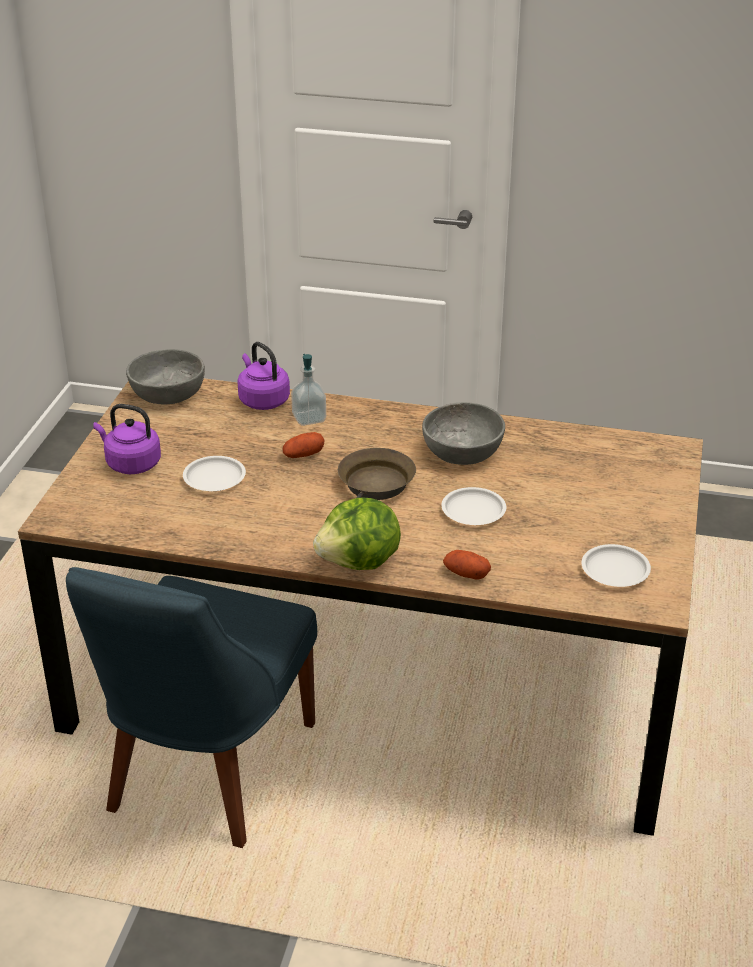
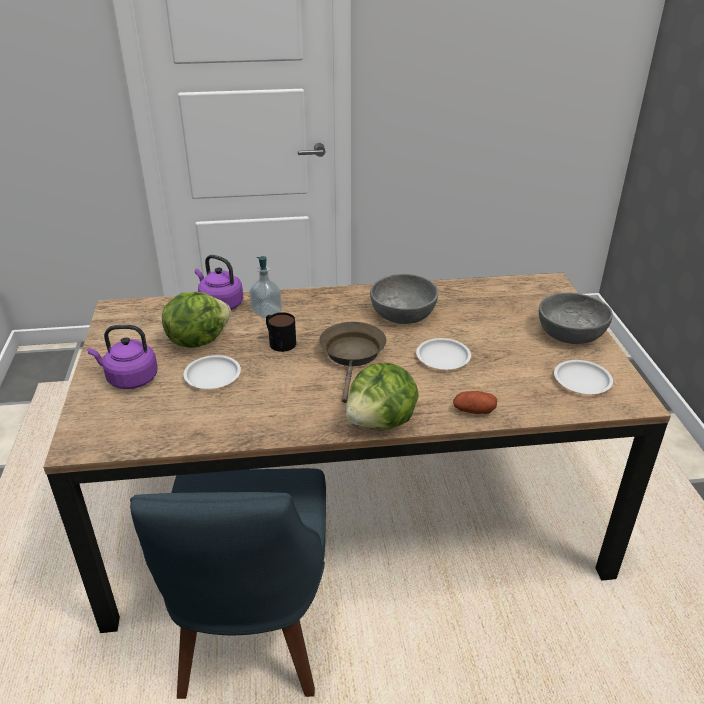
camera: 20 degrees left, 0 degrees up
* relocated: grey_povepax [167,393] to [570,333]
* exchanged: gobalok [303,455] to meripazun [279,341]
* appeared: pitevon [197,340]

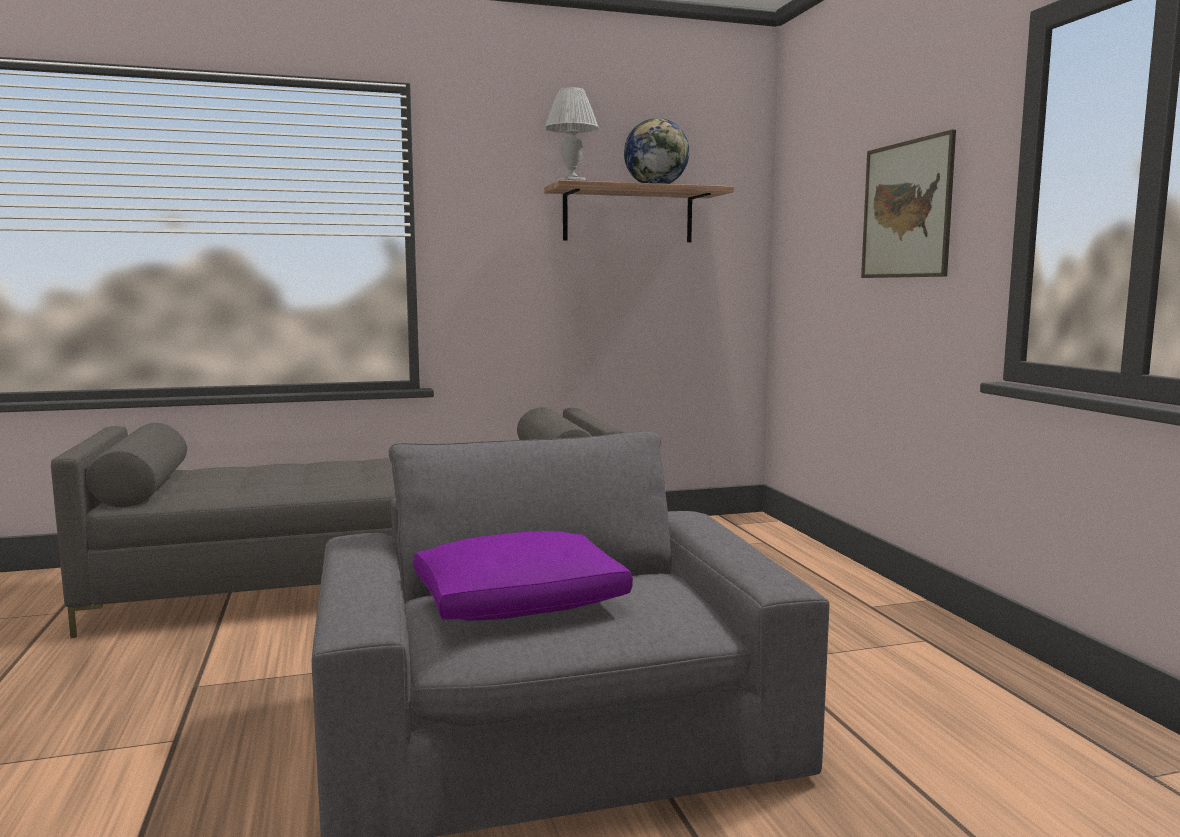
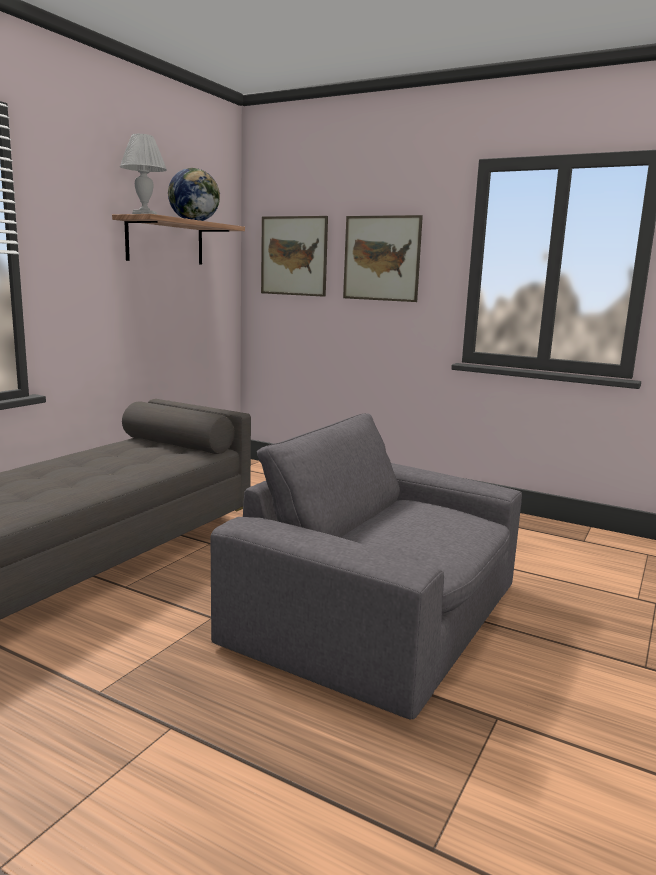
camera: 45 degrees left, 5 degrees up
* missing: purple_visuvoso [521,602]
* appeared: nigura [294,256]

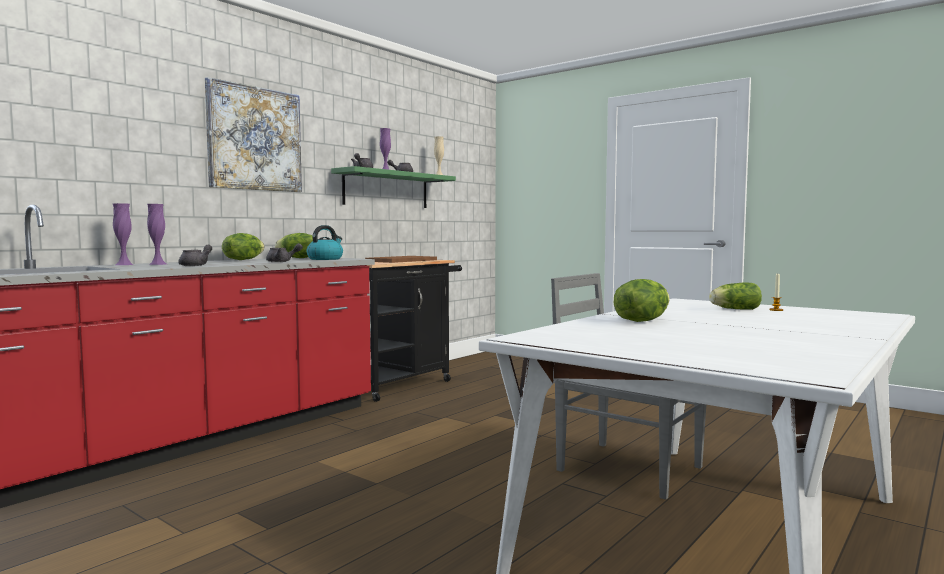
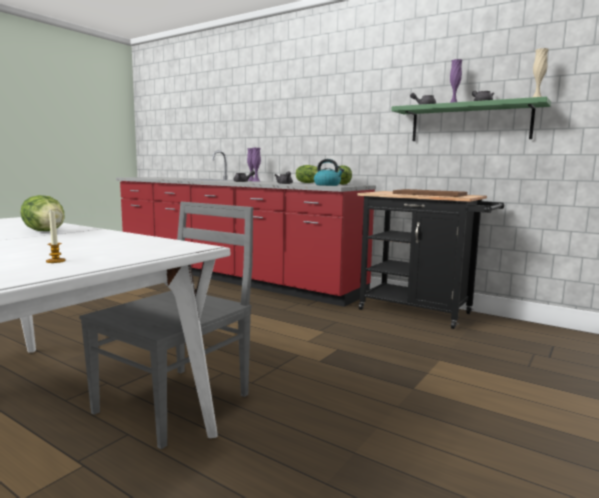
camera: 85 degrees right, 5 degrees up
* missing: nigura [254,139]
* missing: pitevon [733,309]

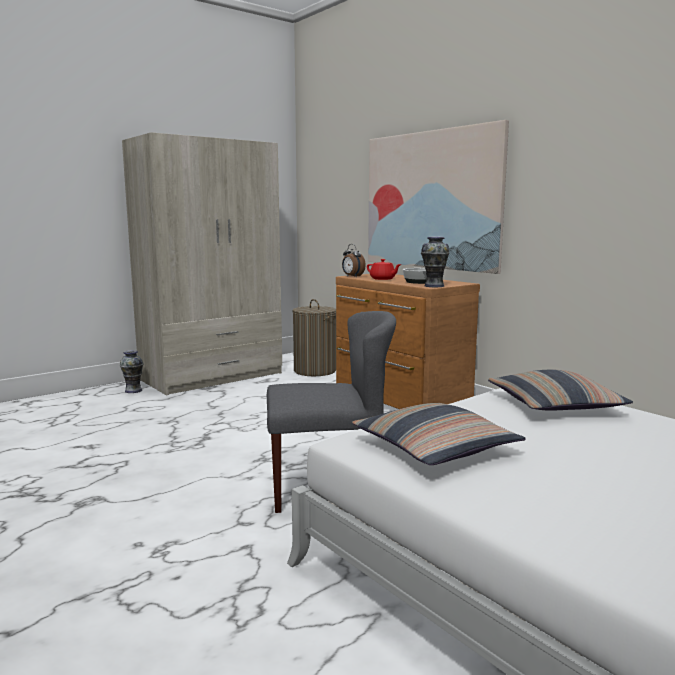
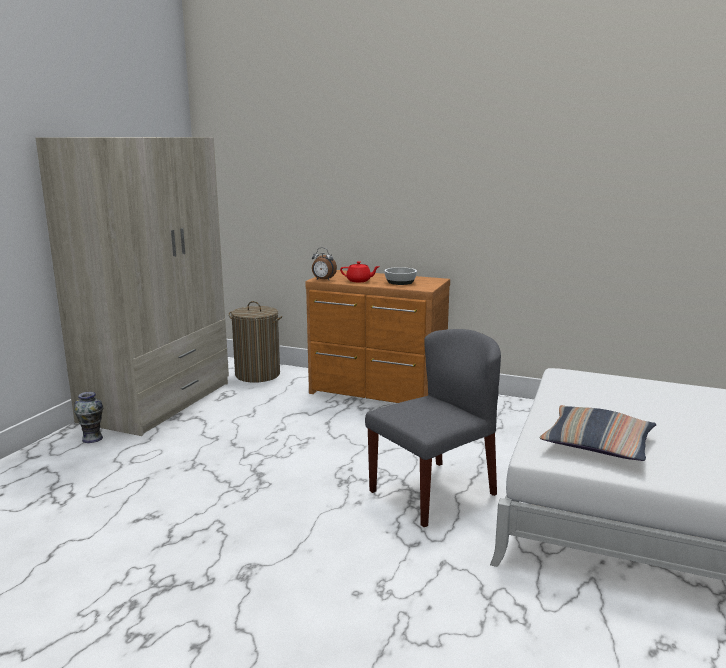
camera: 30 degrees left, 5 degrees up
* missing: nigura [431,200]
* missing: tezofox [434,286]
* missing: visuvoso [555,405]

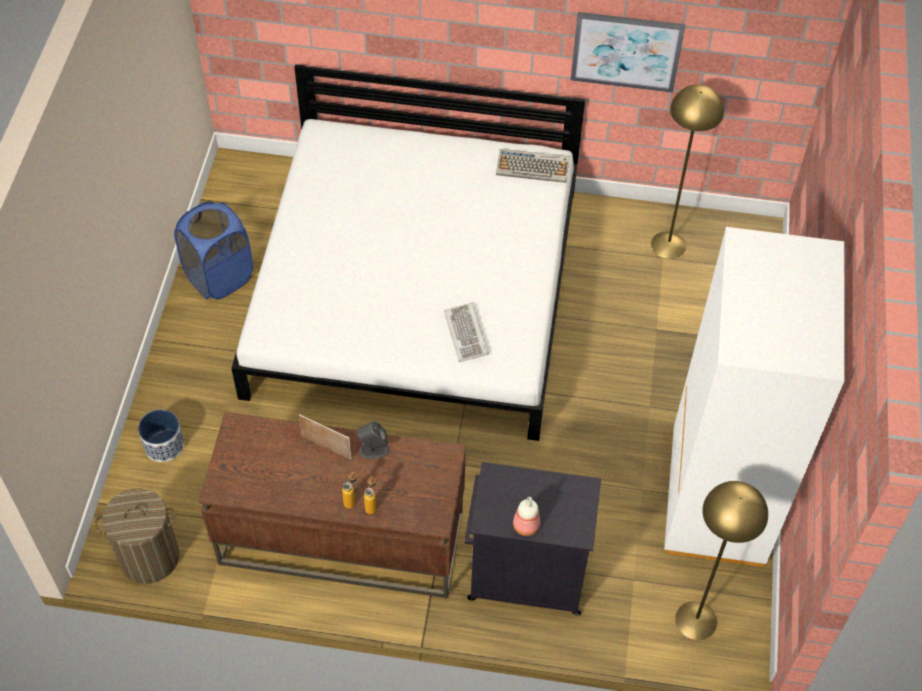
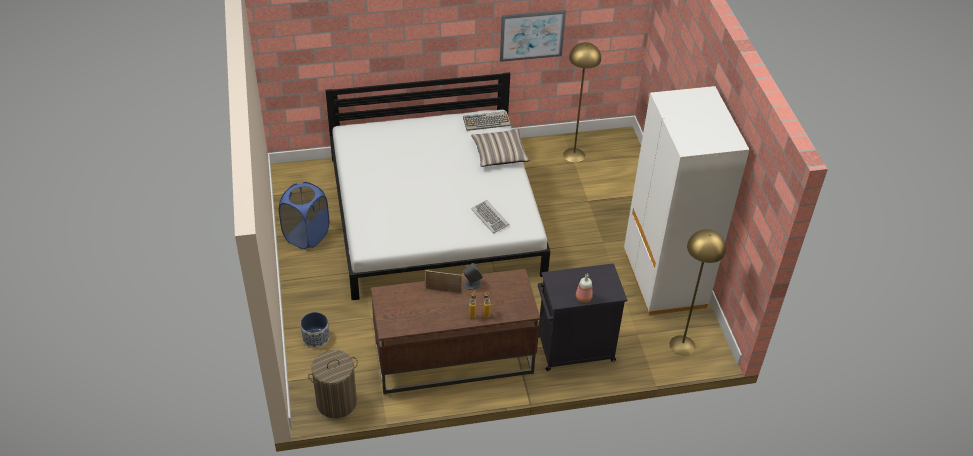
camera: 20 degrees left, 10 degrees down
* appeared: visuvoso [500,153]

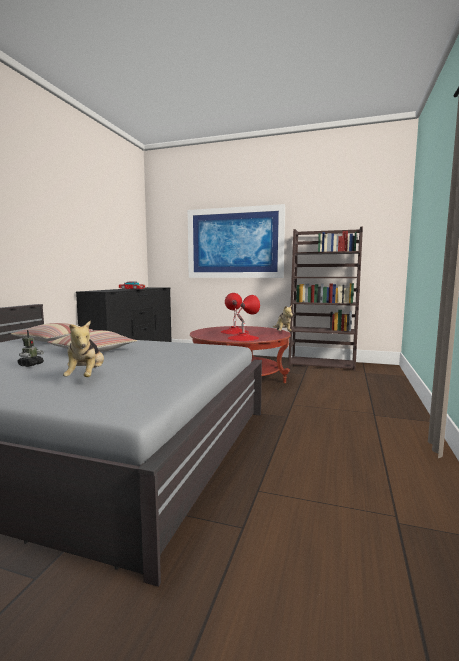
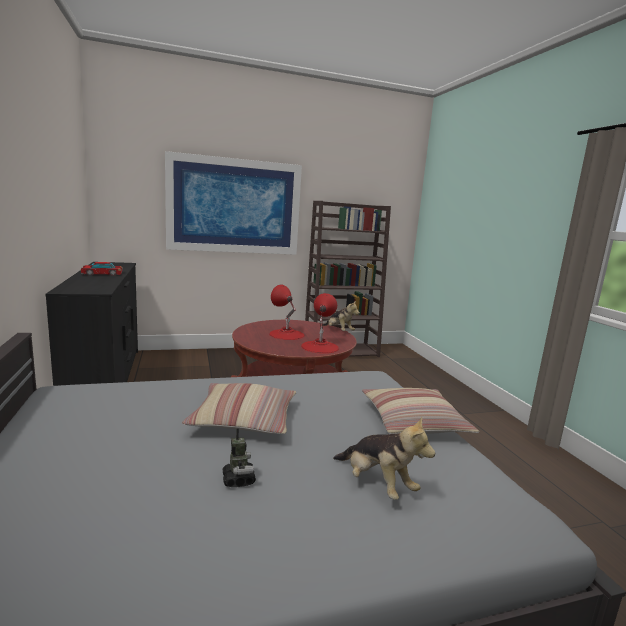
camera: 35 degrees left, 5 degrees up
* relocated: visuvoso [53,340] to [413,422]

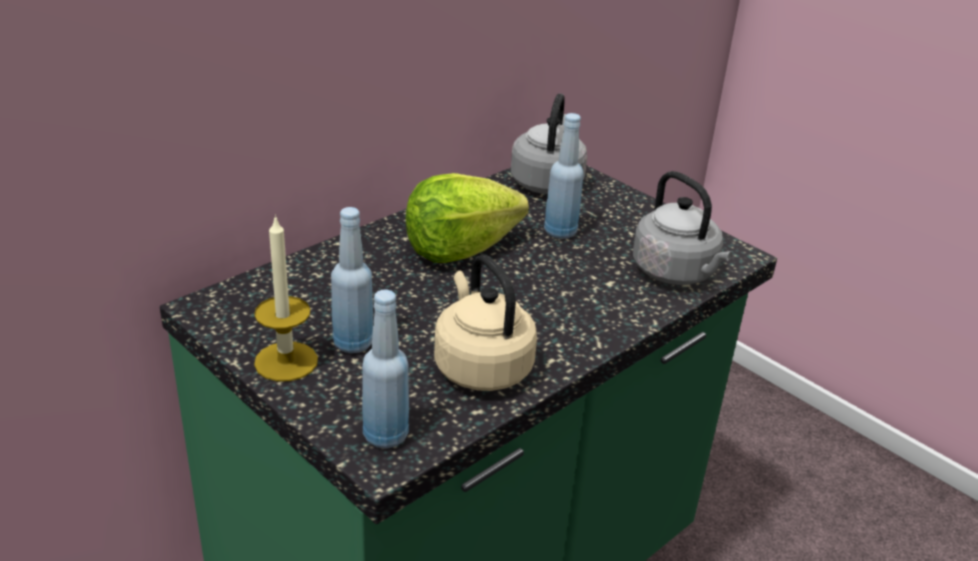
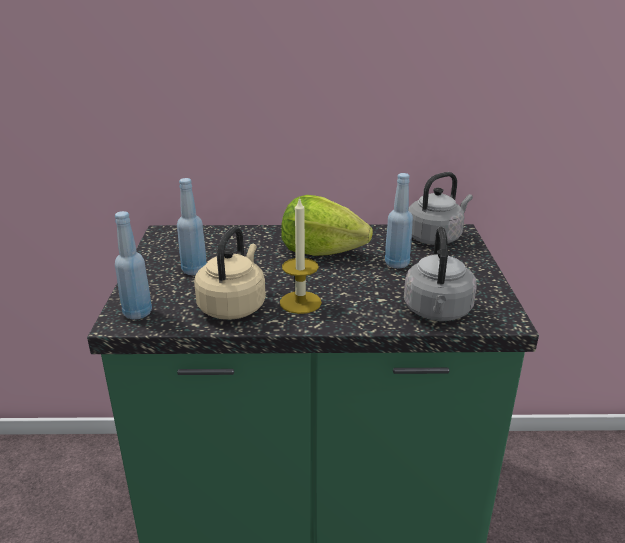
camera: 45 degrees right, 5 degrees down
* relocated: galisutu [286,361] to [300,302]

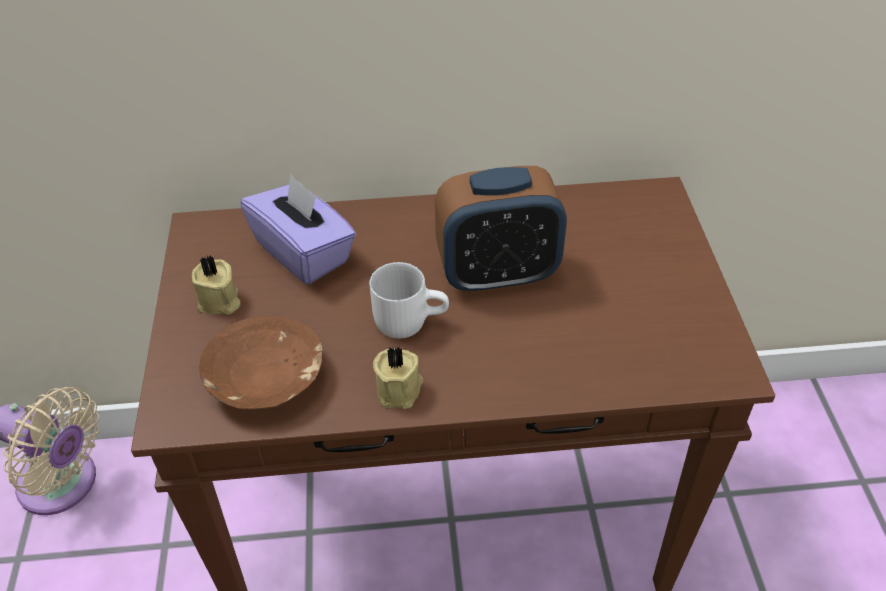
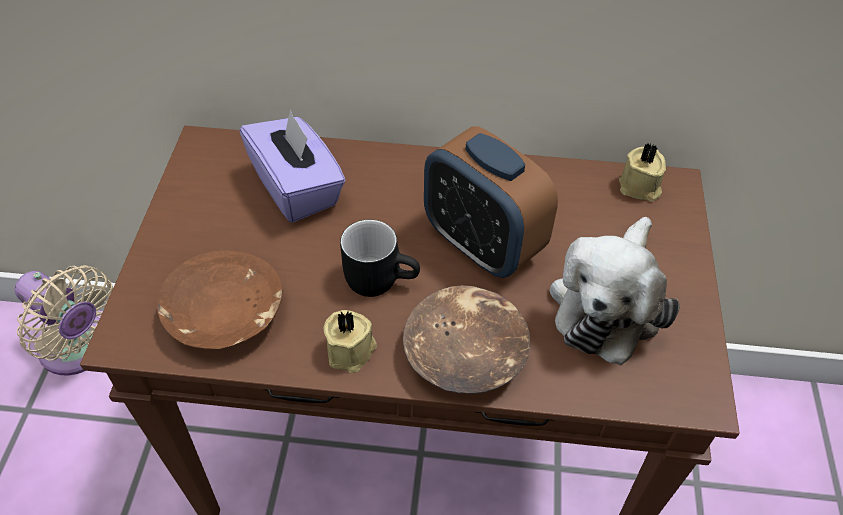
camera: 10 degrees right, 5 degrees up
* relocated: beige_galisutu [219,301] to [639,188]
* colour: white_meripazun [409,319] to black_meripazun [380,277]
* spun: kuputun [497,274] = [482,244] 45 degrees clockwise
* appeared: brown_povepax [466,353]
* appeared: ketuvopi [607,303]

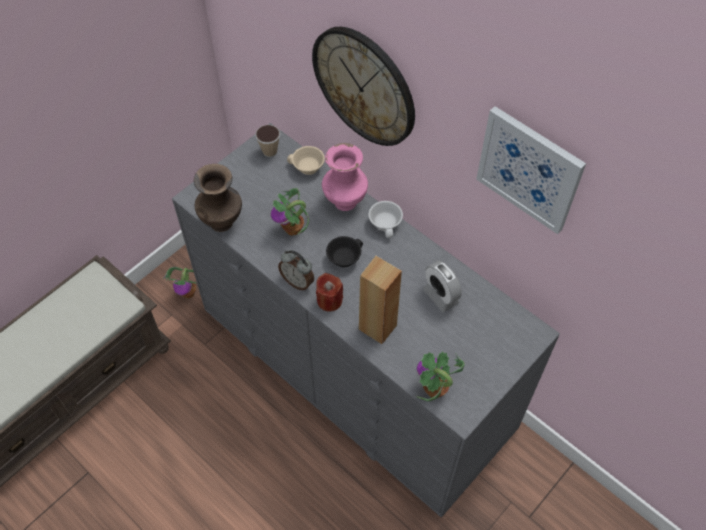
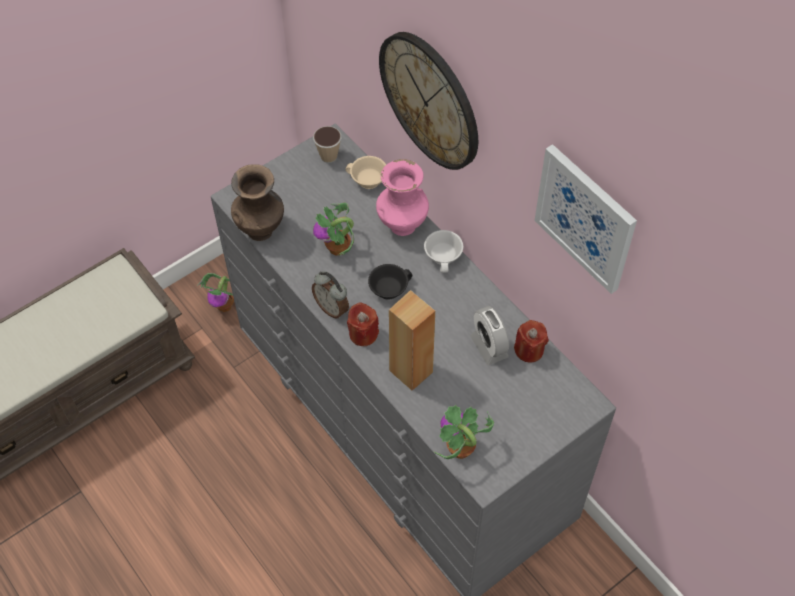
camera: 10 degrees right, 0 degrees up
* appeared: red_galisutu [529,350]

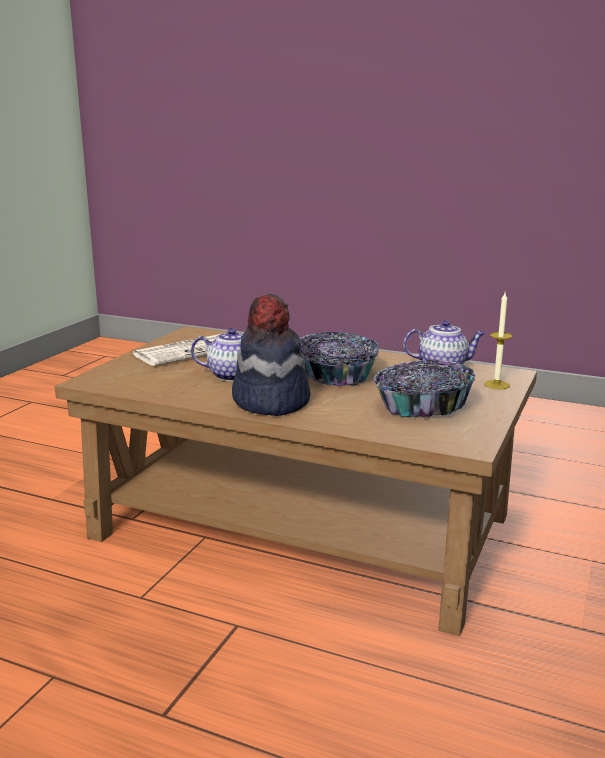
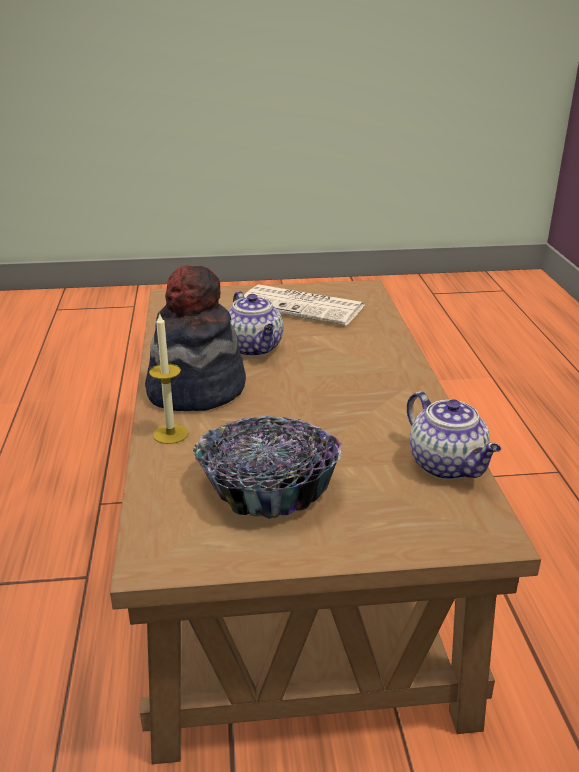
camera: 60 degrees right, 10 degrees up
* missing: povepax [336,375]
* relocated: galisutu [496,385] to [170,434]

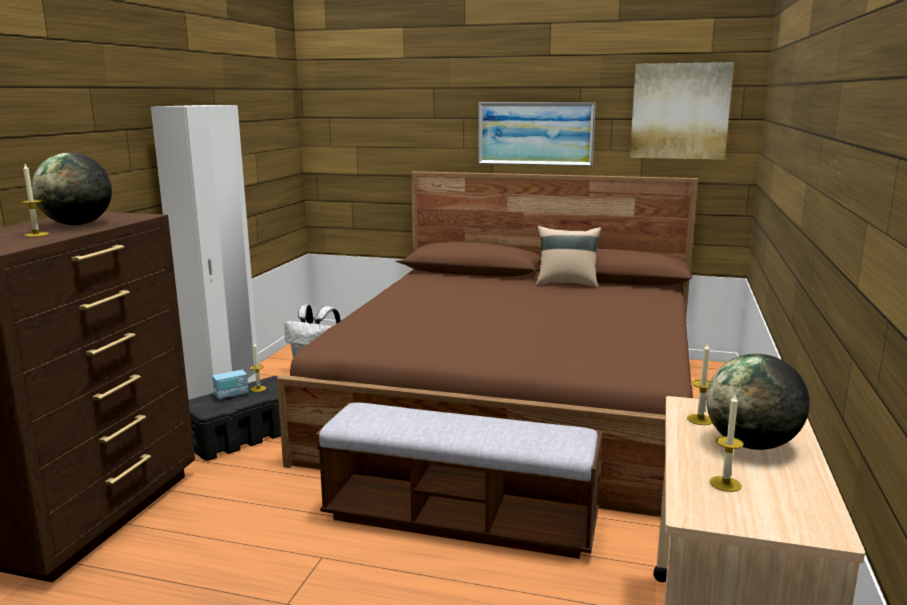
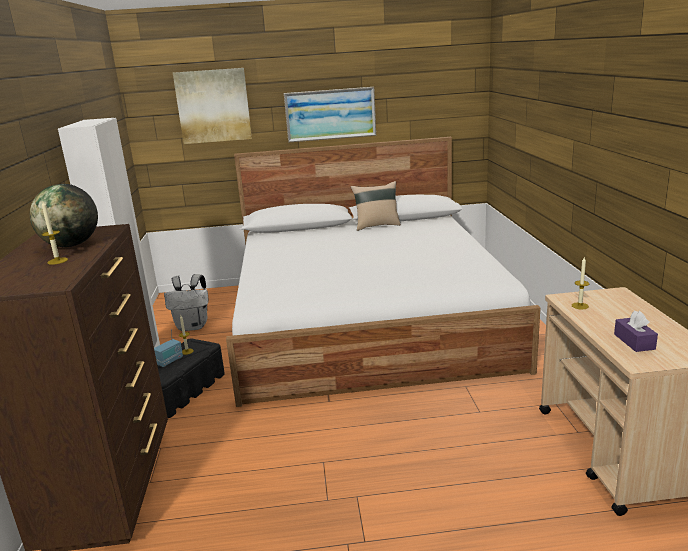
camera: 20 degrees left, 5 degrees up
* colour: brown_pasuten [516,404] to white_pasuten [367,320]
* missing: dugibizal [460,520]
* relocated: nigura [680,111] to [213,106]
* missing: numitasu [751,444]
* exchanged: galisutu [725,484] to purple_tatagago [634,341]

